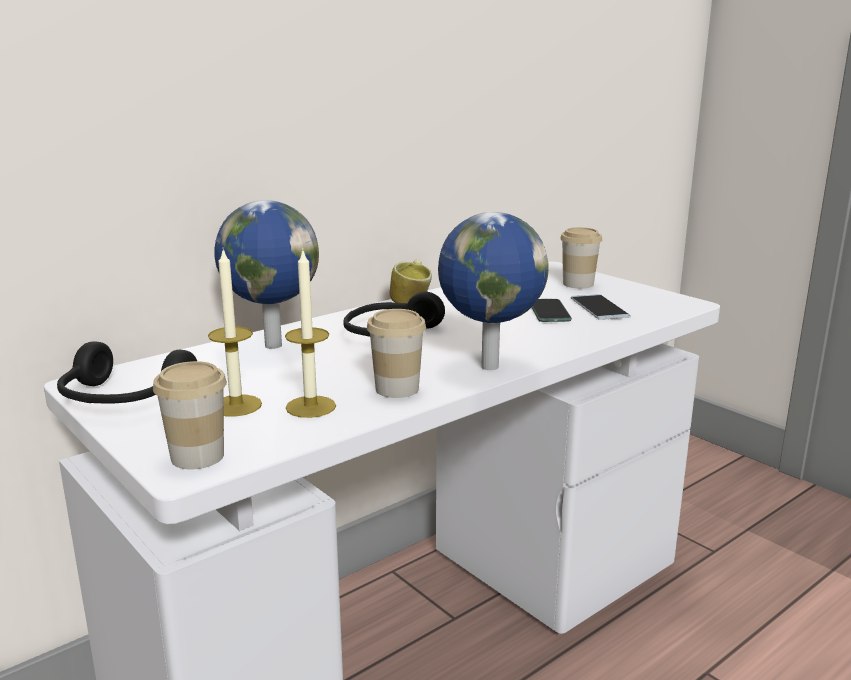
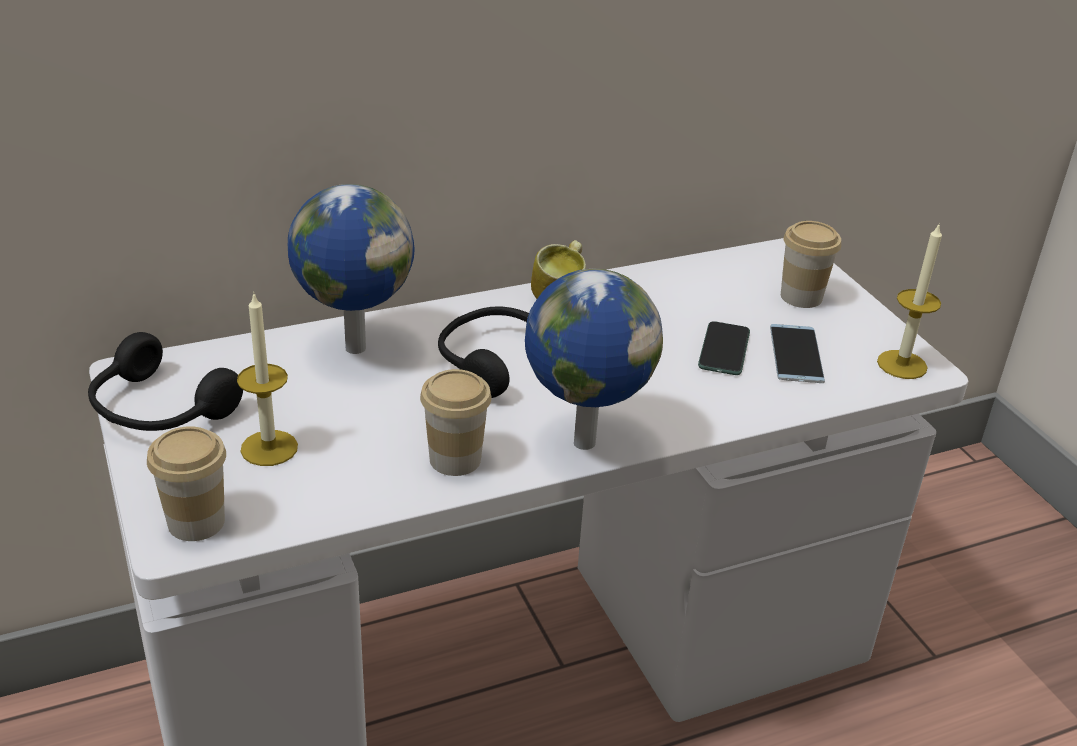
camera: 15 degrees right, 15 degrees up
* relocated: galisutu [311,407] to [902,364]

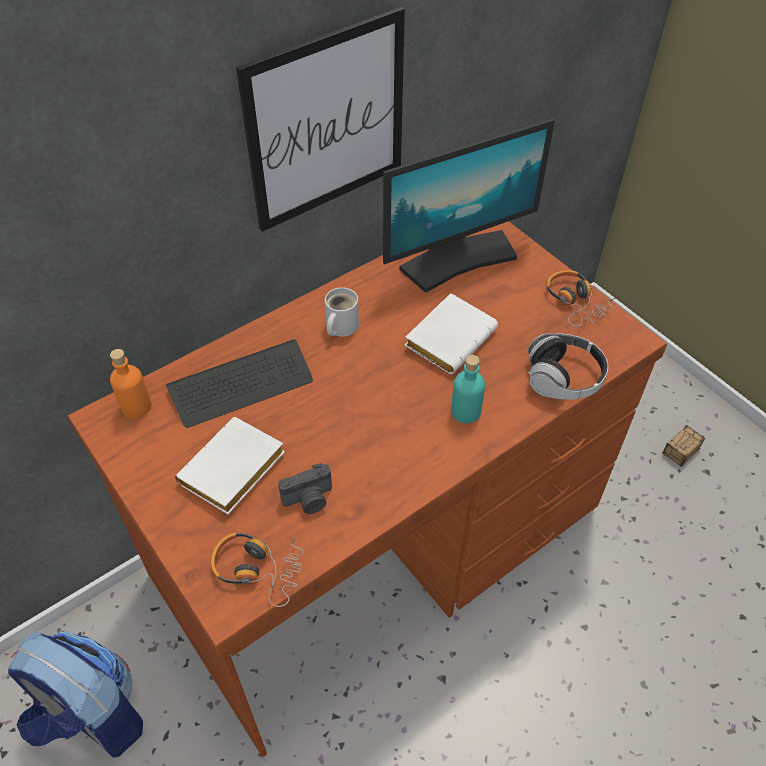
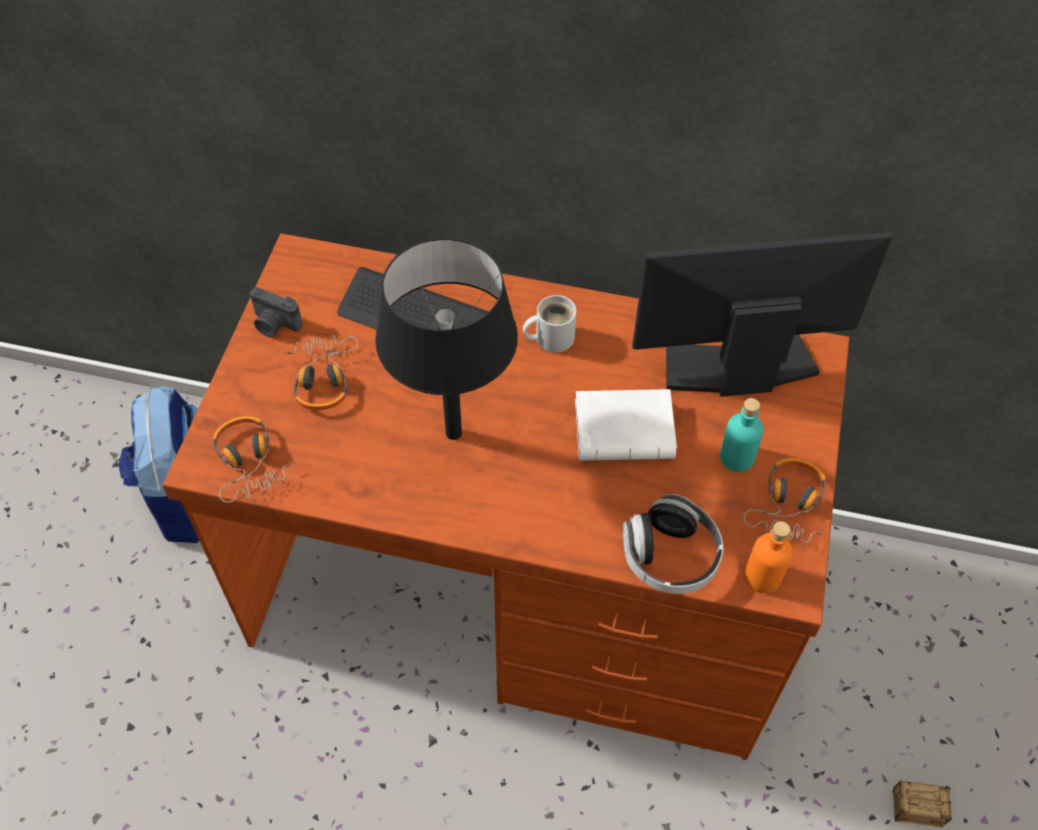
camera: 50 degrees right, 5 degrees up
* relocated: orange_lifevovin [136,406] to [762,576]
* exchanged: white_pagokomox [232,473] to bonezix [322,378]
* missing: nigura [327,122]
* relocated: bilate [309,500] to [274,324]
* spun: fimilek [458,259] = [738,368] 150 degrees clockwise
* relocated: turquoise_lifevovin [465,411] to [736,457]
* appeared: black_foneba [453,433]

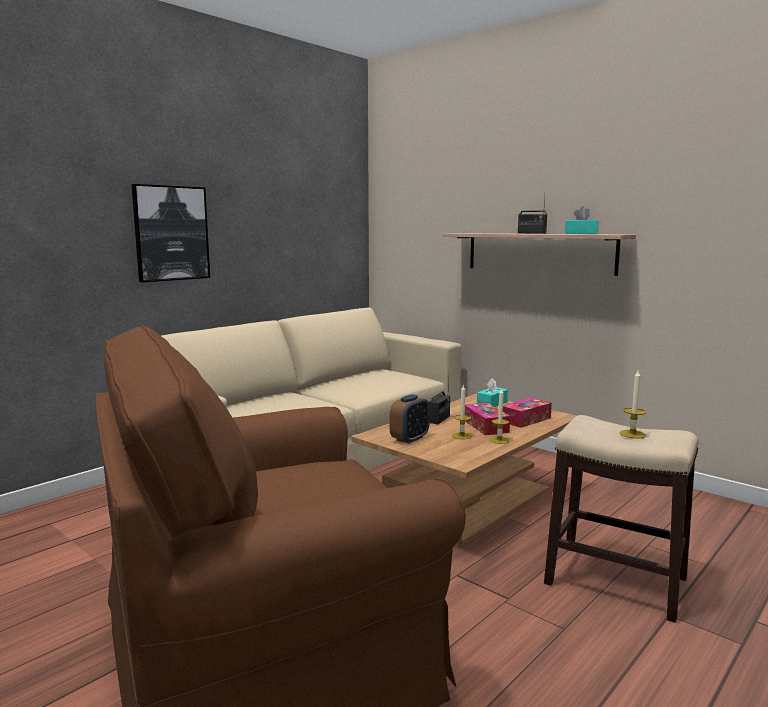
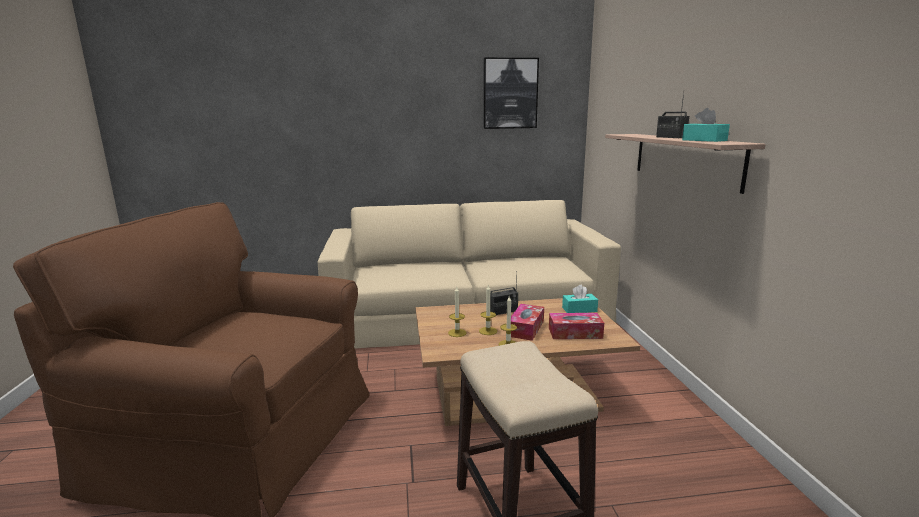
camera: 40 degrees right, 5 degrees up
* relocated: nigura [171,233] to [510,93]
* missing: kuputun [410,439]
* relocated: galisutu [632,434] to [457,333]

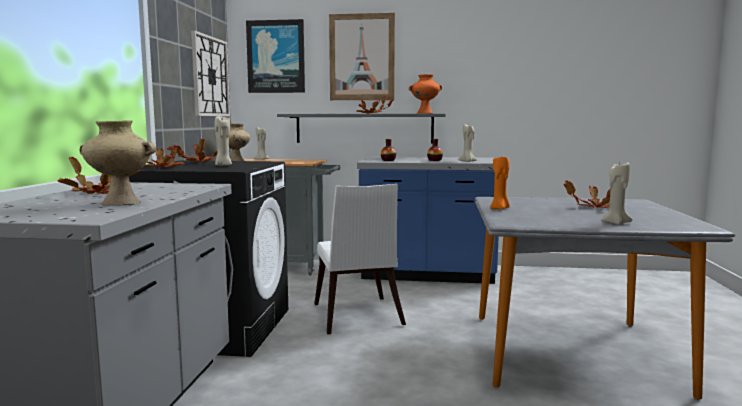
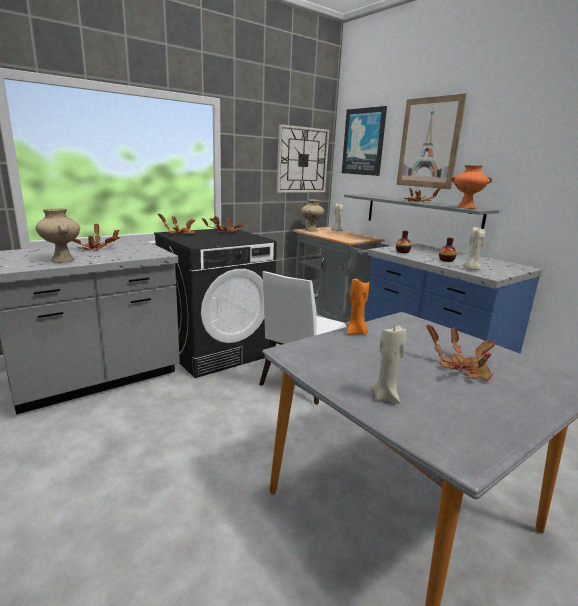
camera: 45 degrees right, 10 degrees up
* missing: beige_galisutu [223,165]

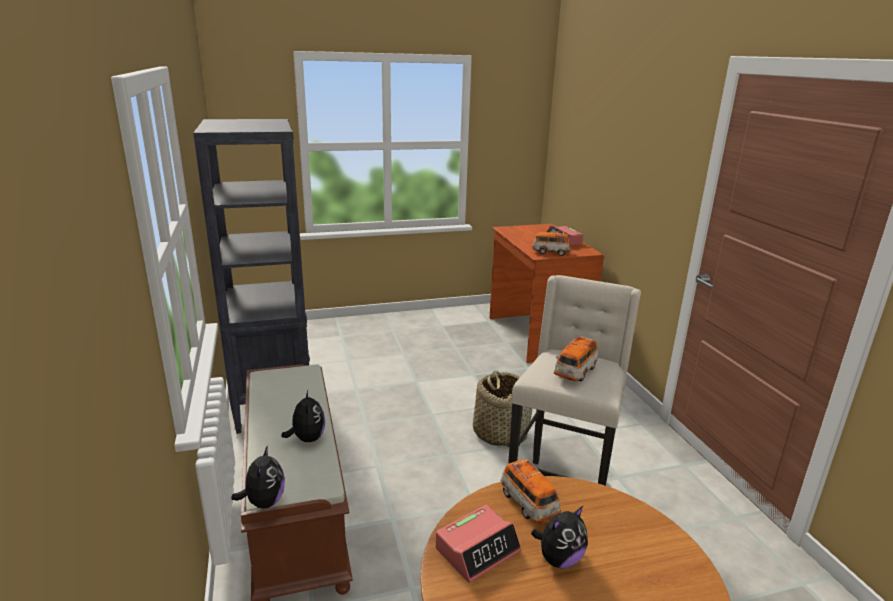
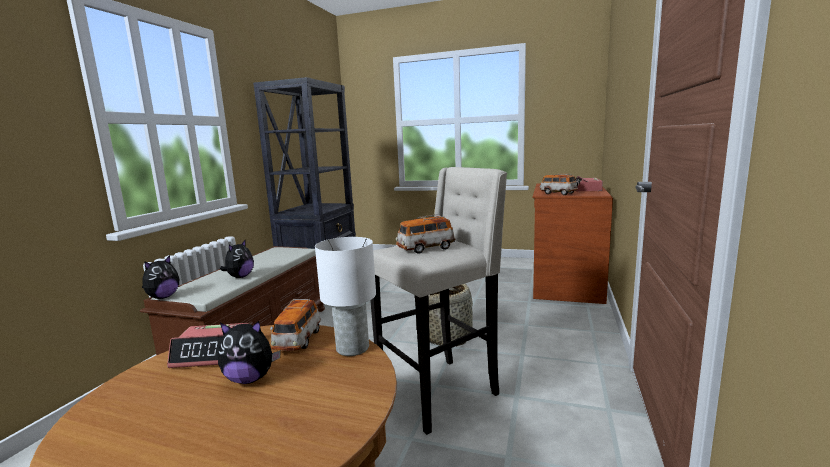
camera: 35 degrees right, 10 degrees down
* appeared: white_foneba [353,348]

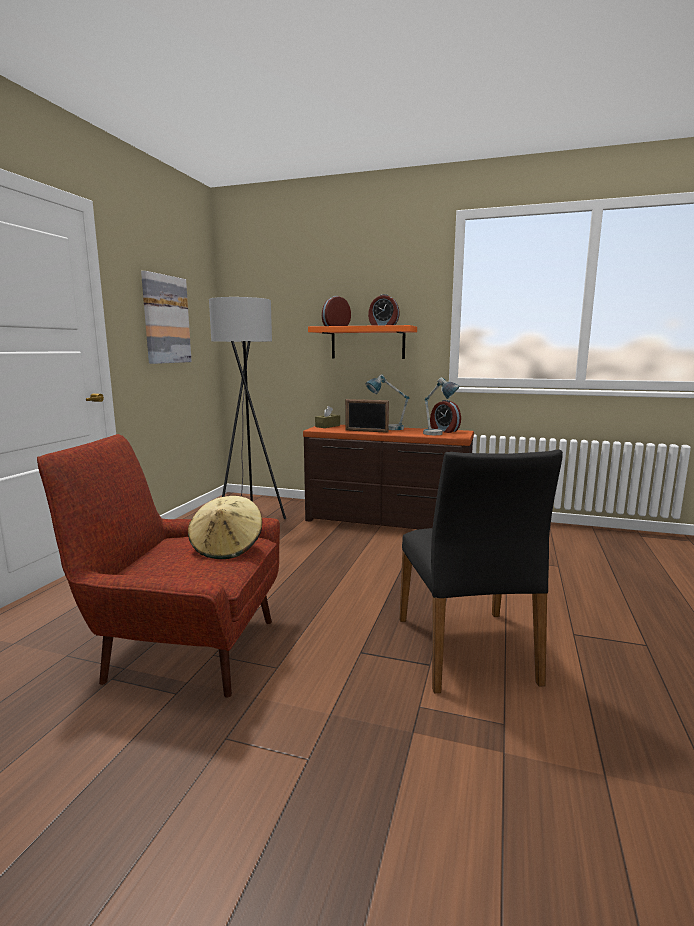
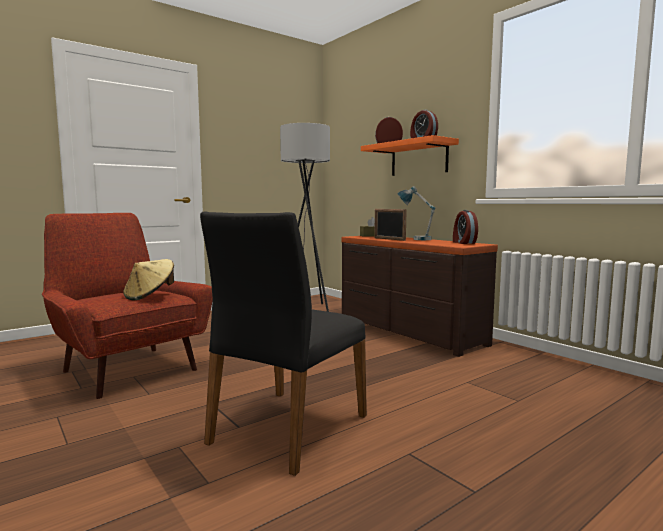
camera: 35 degrees right, 5 degrees down
* missing: nigura [166,319]
* missing: foneba [438,435]

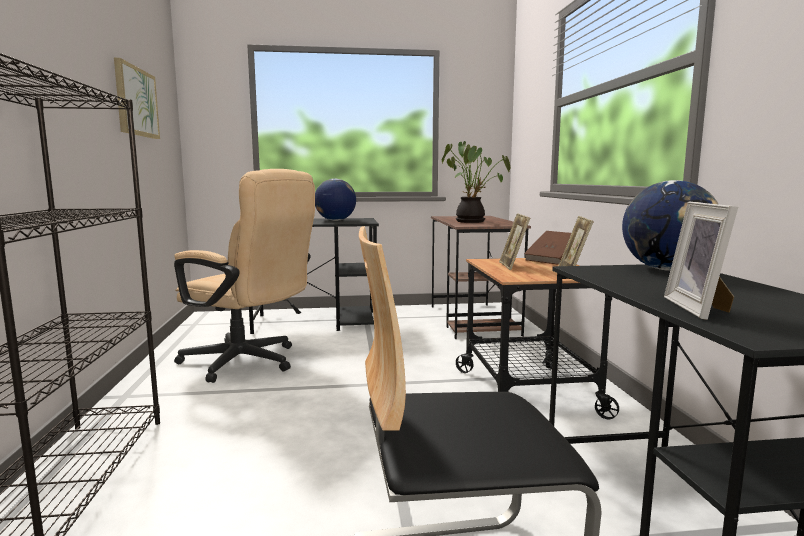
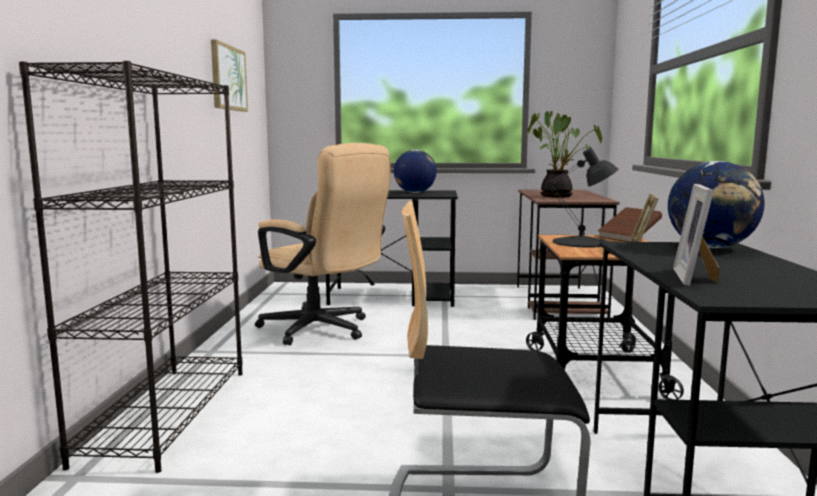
camera: 10 degrees right, 0 degrees up
* exchanged: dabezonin [513,266] to black_foneba [582,242]

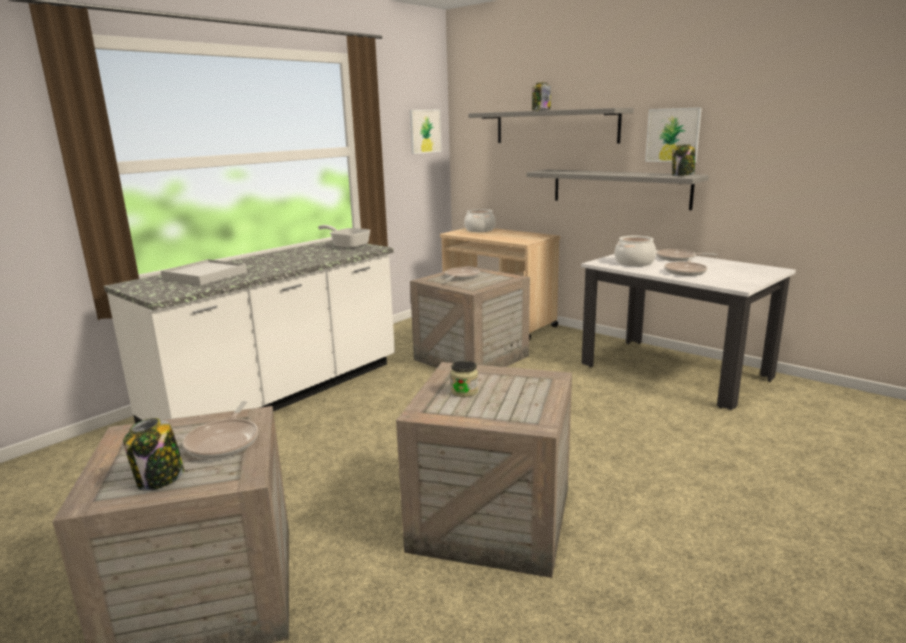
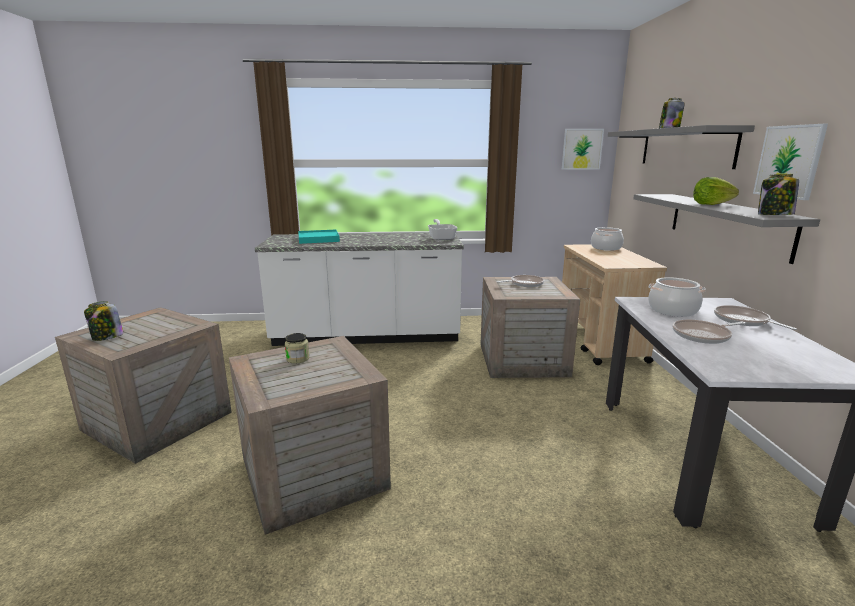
camera: 45 degrees right, 0 degrees up
* colour: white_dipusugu [205,275] to turquoise_dipusugu [318,239]
* missing: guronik [225,441]
* appeared: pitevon [711,204]

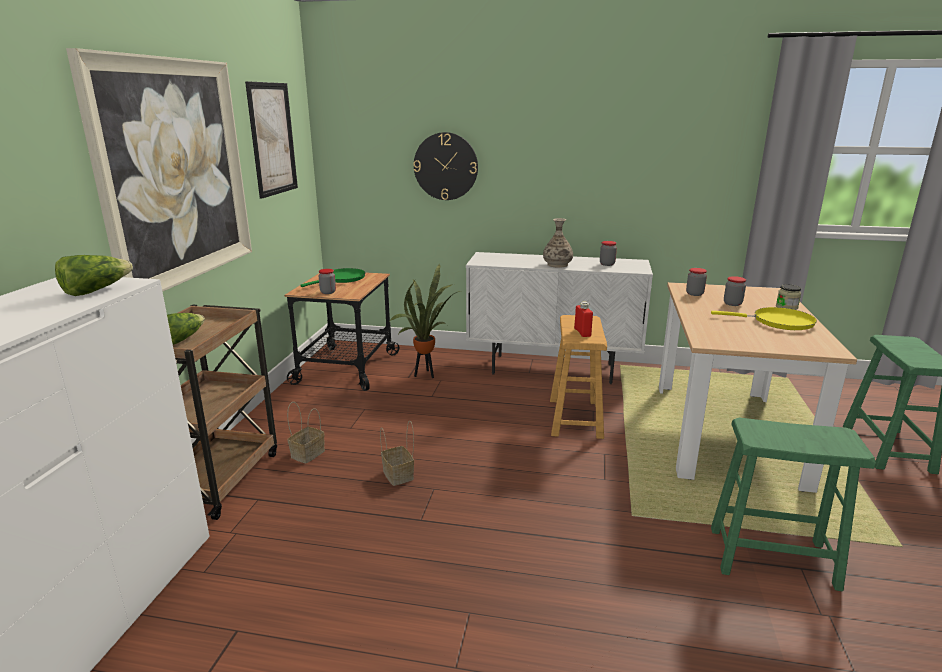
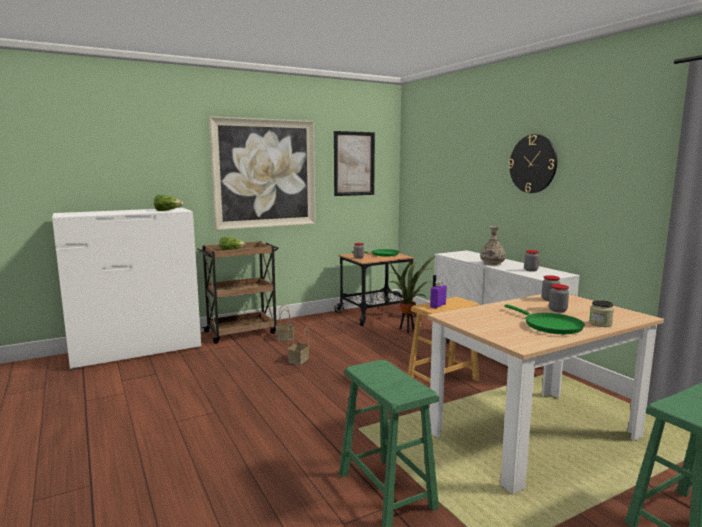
camera: 50 degrees right, 10 degrees down
* relocated: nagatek [445,166] to [533,164]
* colour: red_lifevovin [582,332] to purple_lifevovin [438,306]
* colour: yellow_guronik [778,322] to green_guronik [549,326]

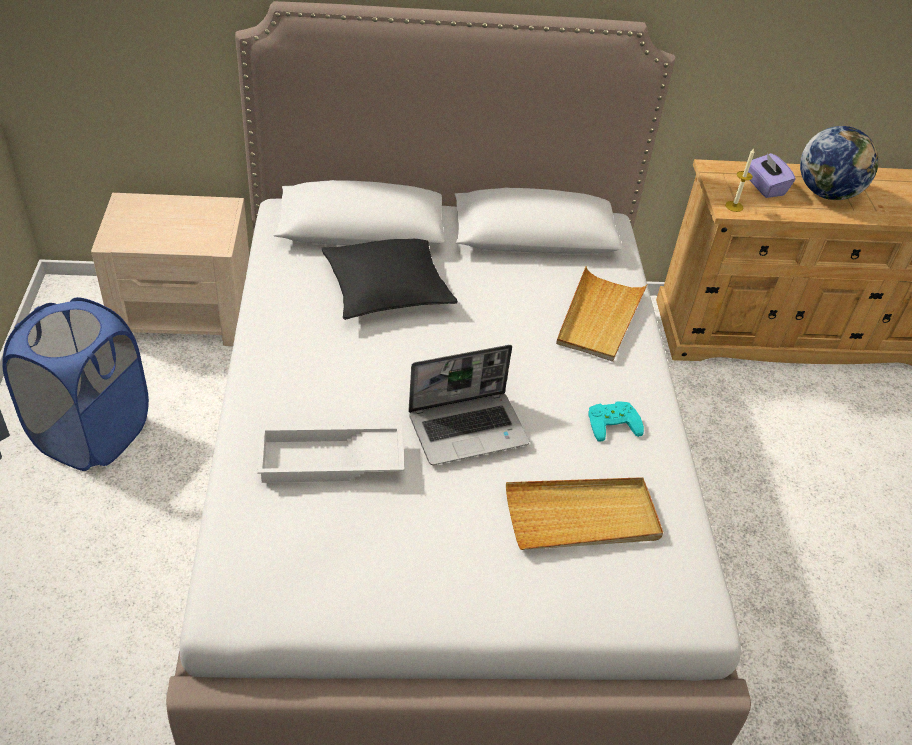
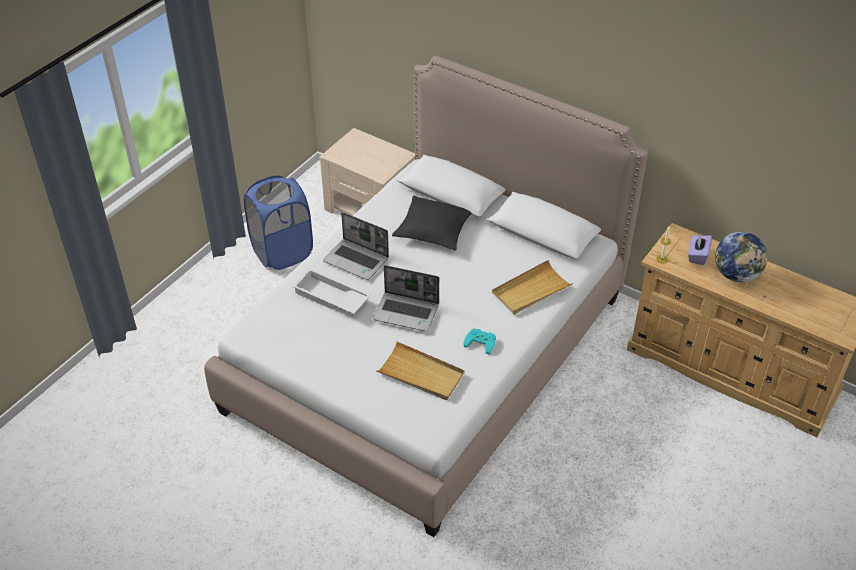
camera: 40 degrees right, 0 degrees up
* appeared: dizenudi [357,260]

